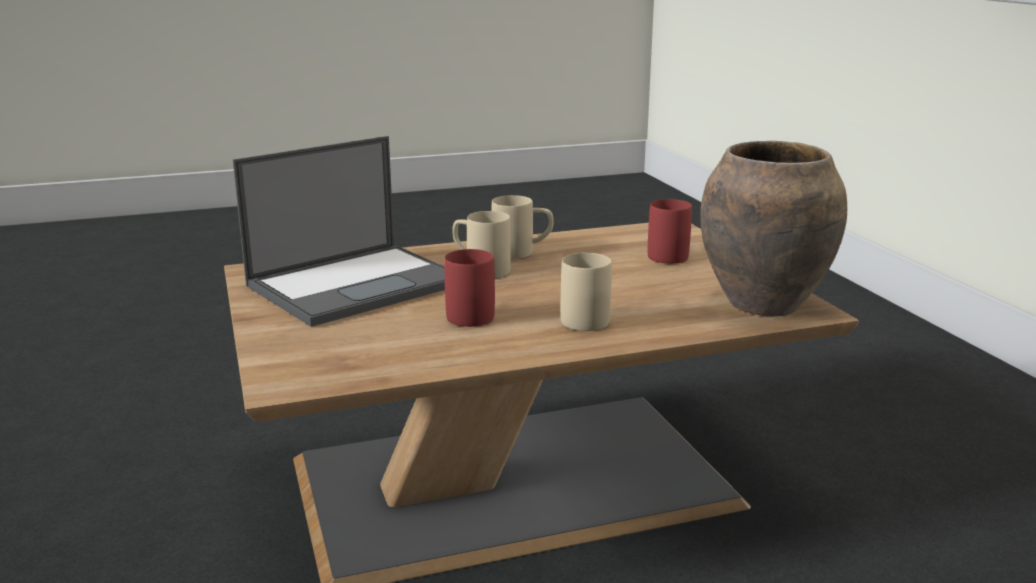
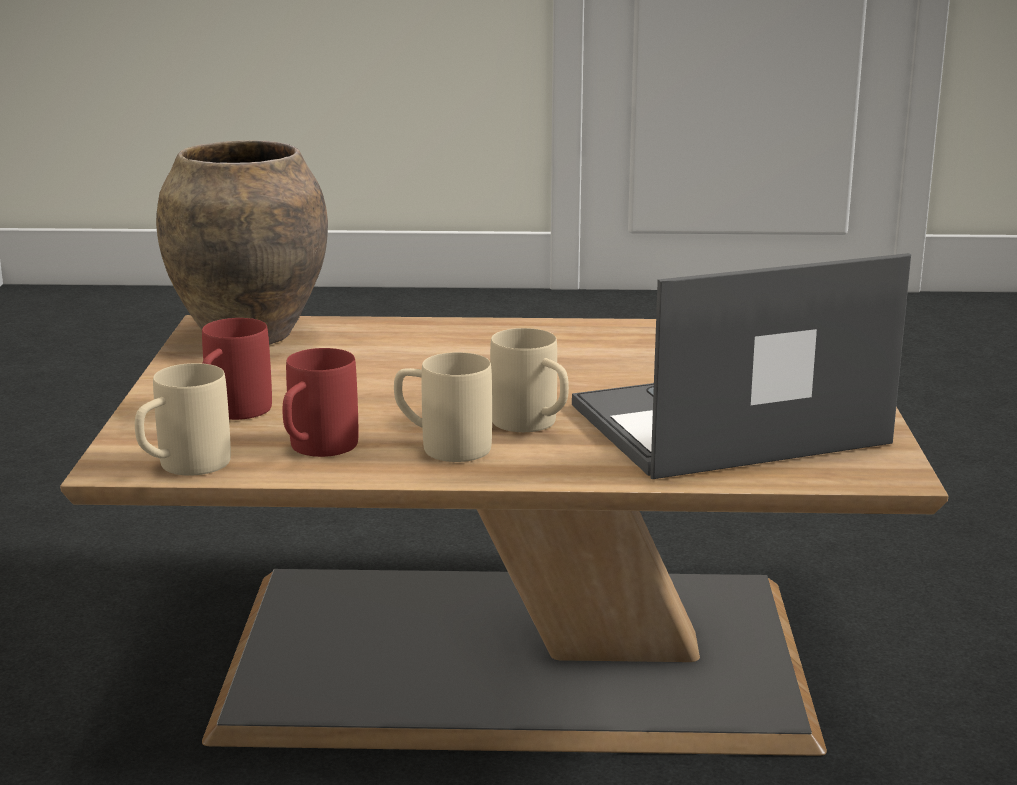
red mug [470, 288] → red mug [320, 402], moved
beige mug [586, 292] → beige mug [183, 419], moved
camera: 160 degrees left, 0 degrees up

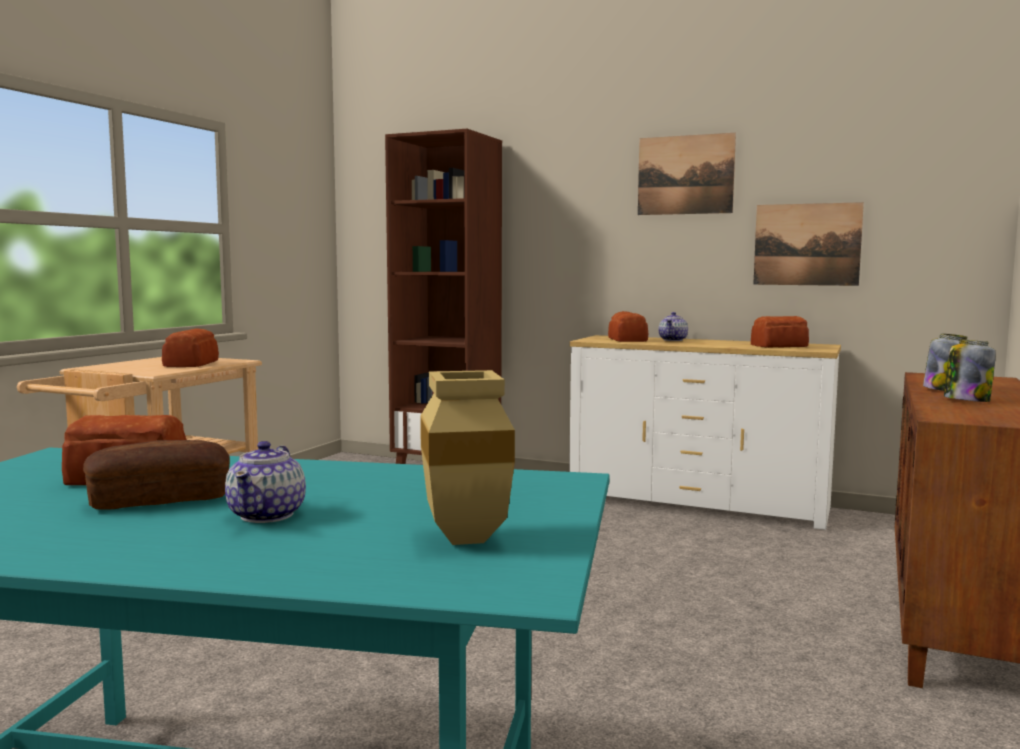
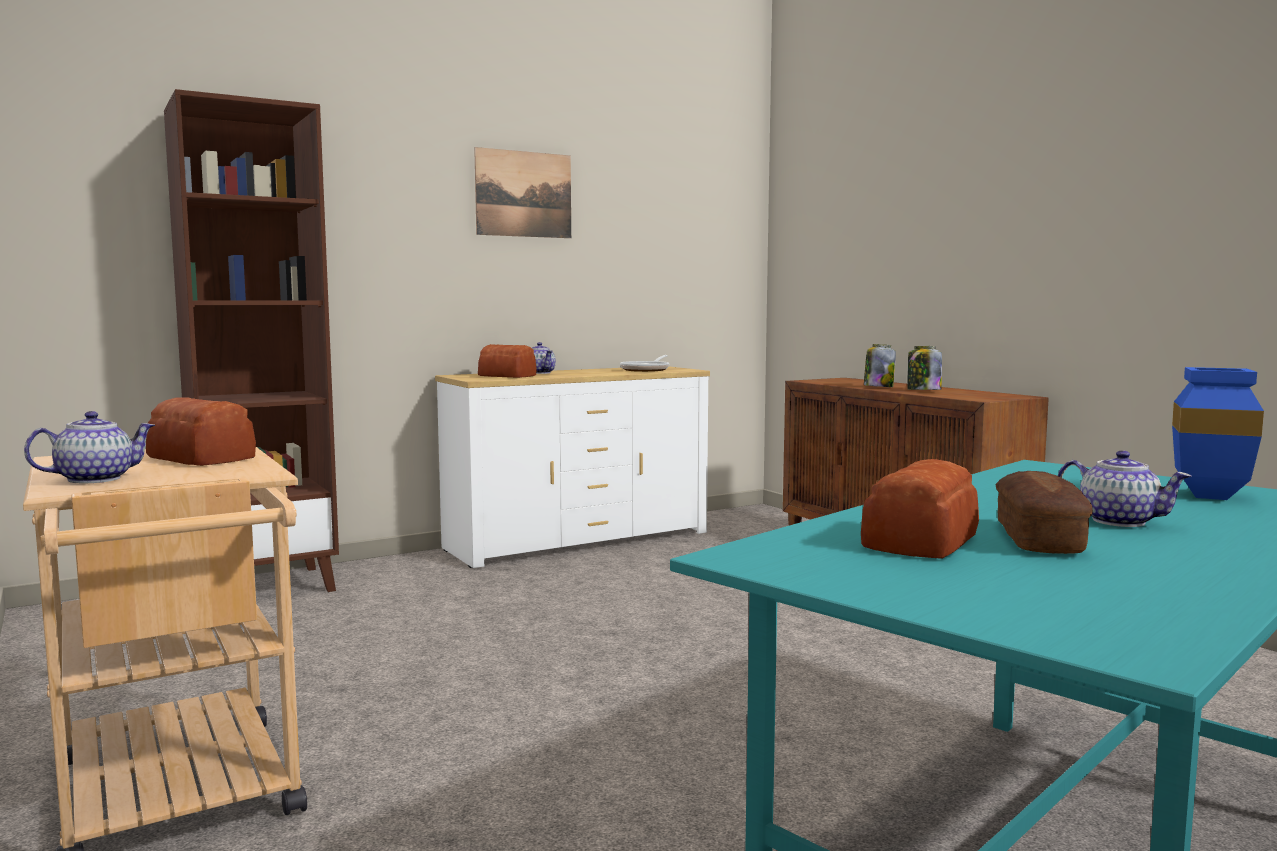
picture [808, 244] → -
bread [780, 332] → frying pan [644, 363]
beige vase [467, 457] → blue vase [1218, 433]
- → teapot [89, 447]
camera: 55 degrees left, 0 degrees up

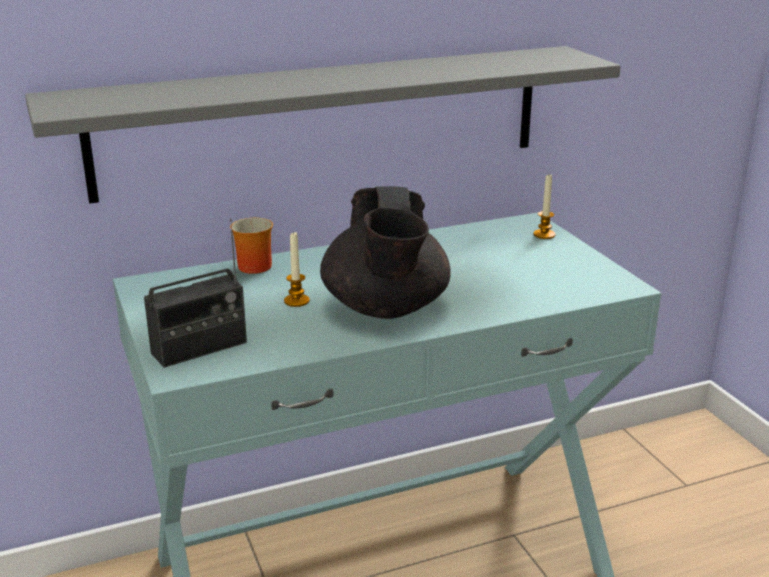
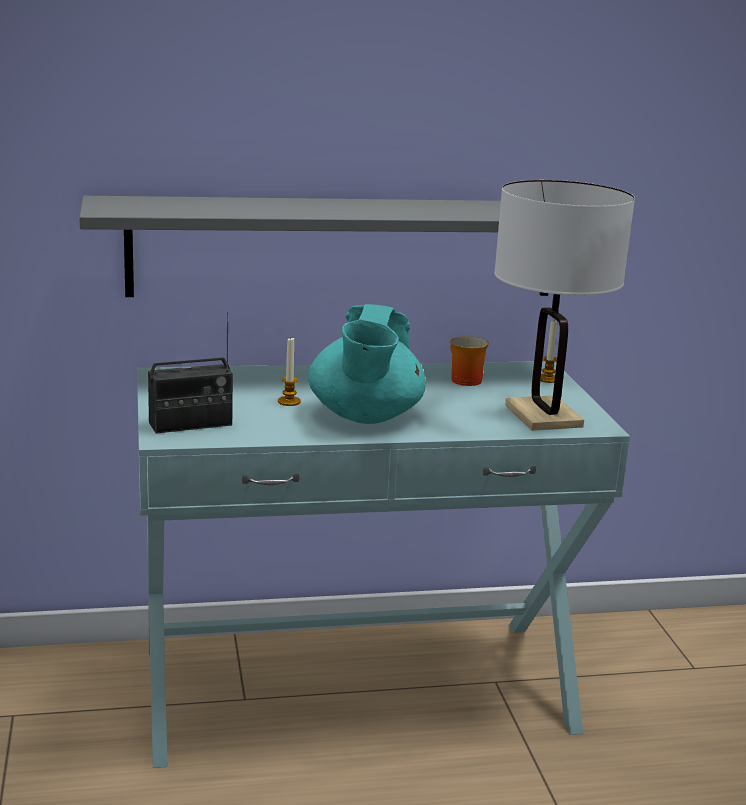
black teapot [385, 252] → turquoise teapot [367, 364]
mug [251, 246] → mug [469, 361], moved
- → white table lamp [564, 305]
camera: 10 degrees right, 5 degrees down

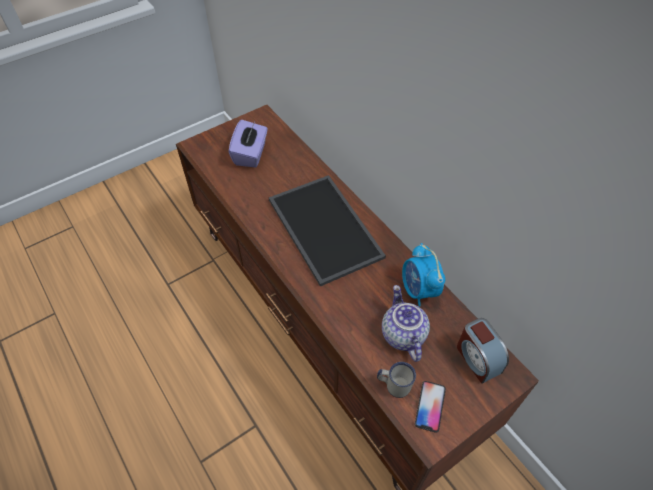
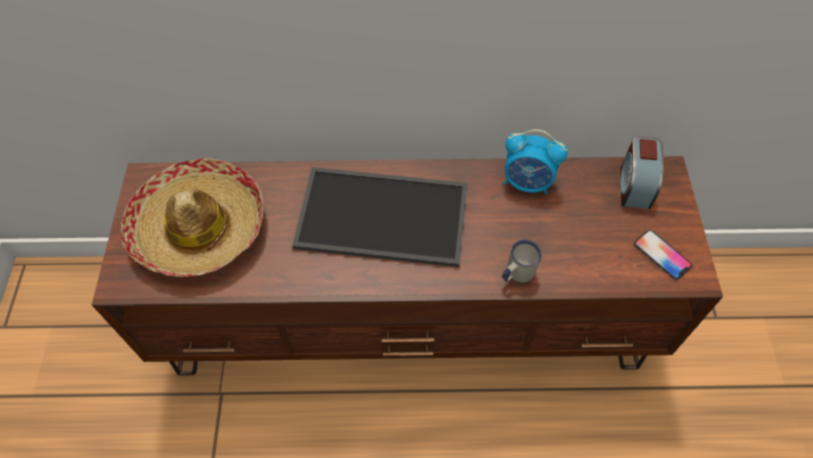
purple tissue box [248, 144] → hat [191, 217]
teapot [406, 323] → -
alarm clock [483, 351] → alarm clock [642, 172], 90 degrees clockwise
white mug [396, 380] → white mug [522, 261], moved
camera: 55 degrees left, 5 degrees up

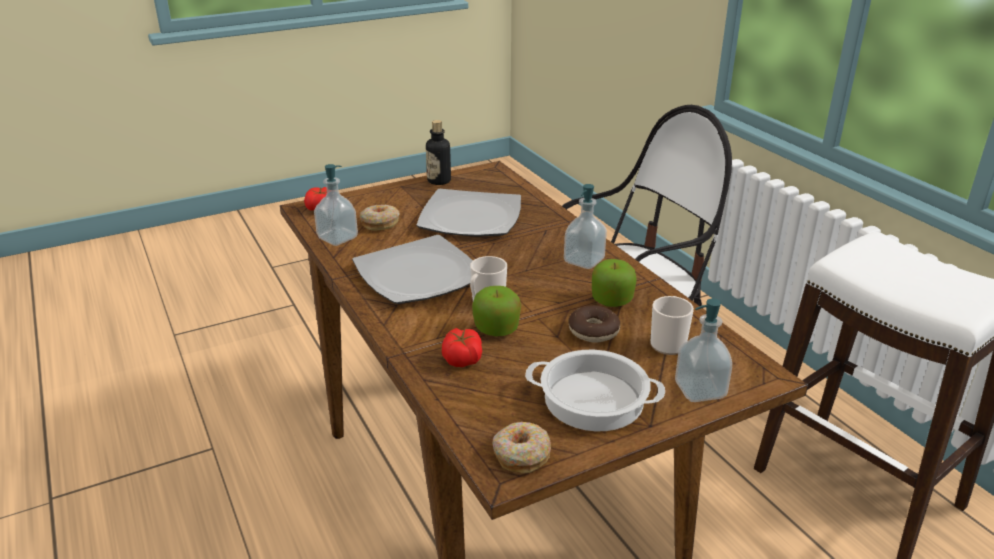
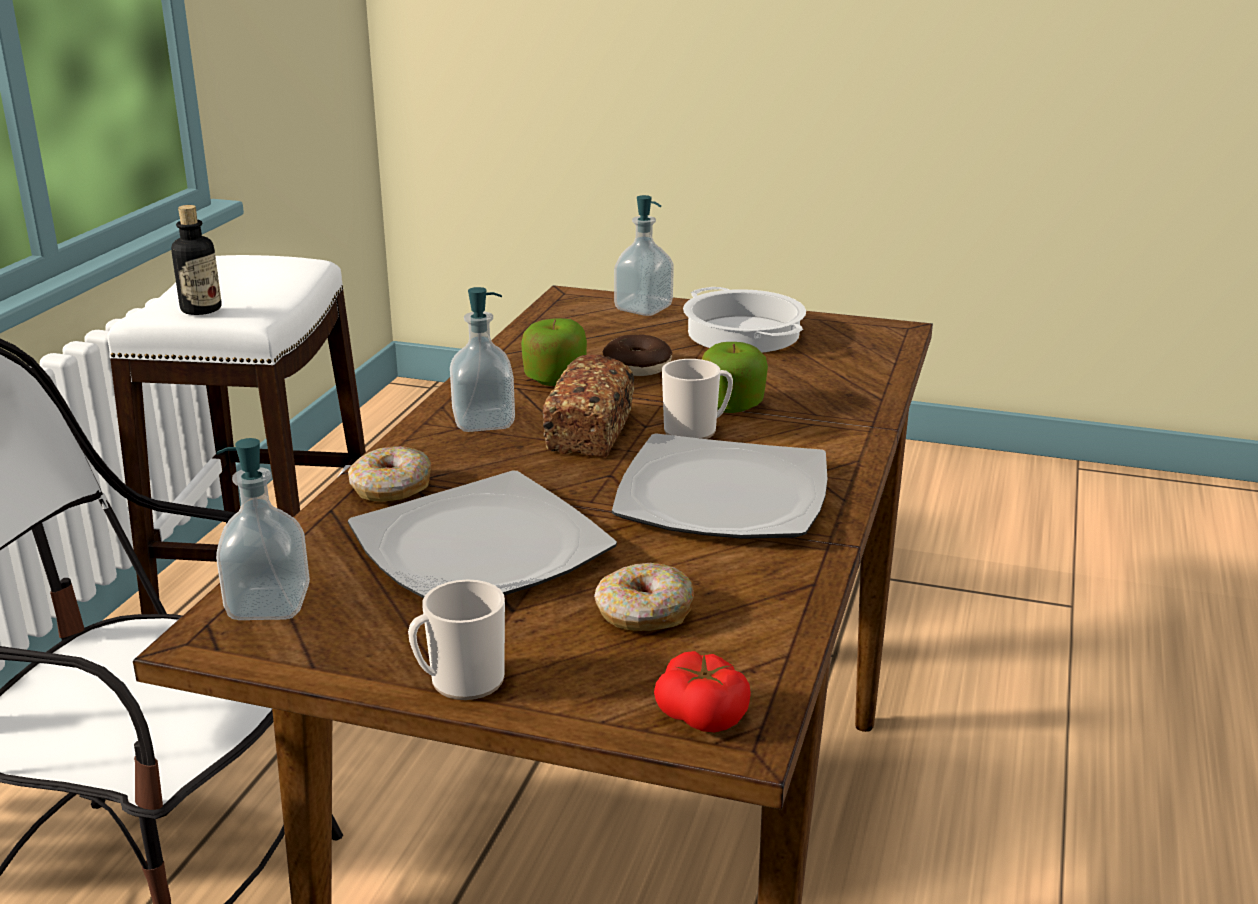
bottle [438, 152] → bottle [196, 260], moved
soap dispenser [336, 205] → soap dispenser [263, 529], moved
mug [672, 325] → mug [456, 639], moved
tomato [462, 347] → -
donut [522, 447] → donut [389, 474], moved
- → bread [588, 406]
camera: 135 degrees left, 5 degrees down

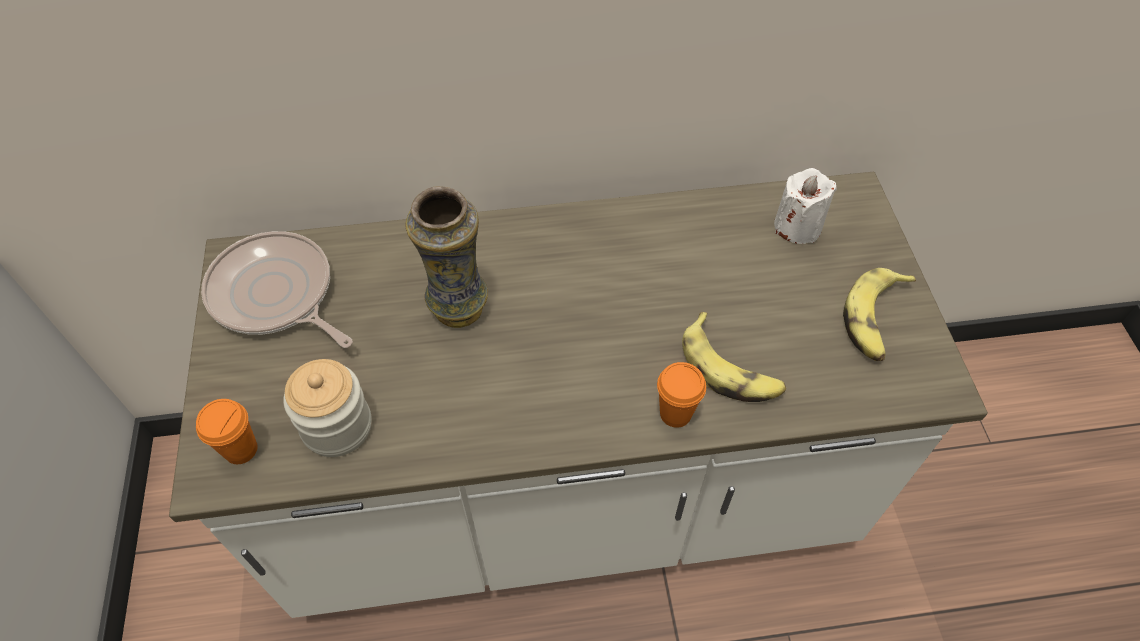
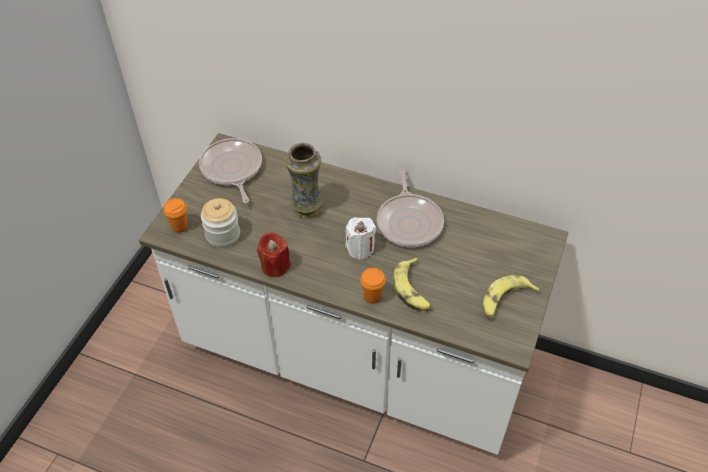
white candle [805, 206] → white candle [360, 238], moved
- → frying pan [410, 208]
- → red candle [274, 254]
camera: 30 degrees right, 5 degrees down

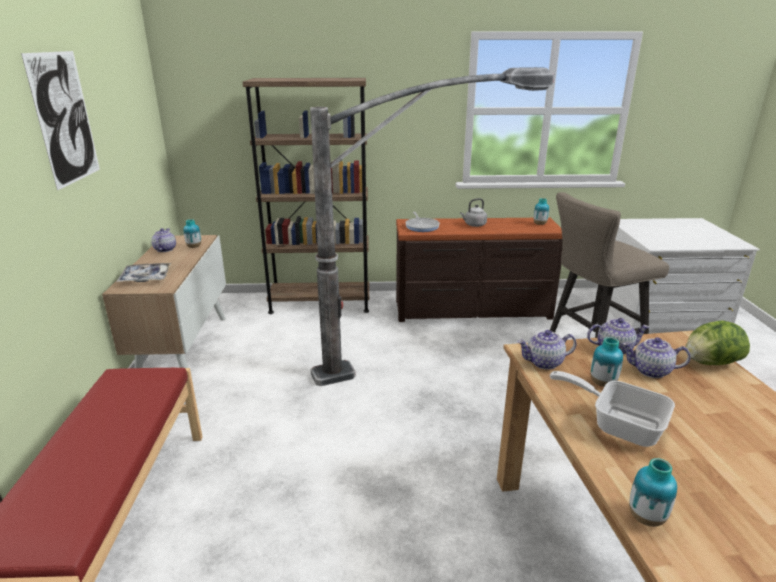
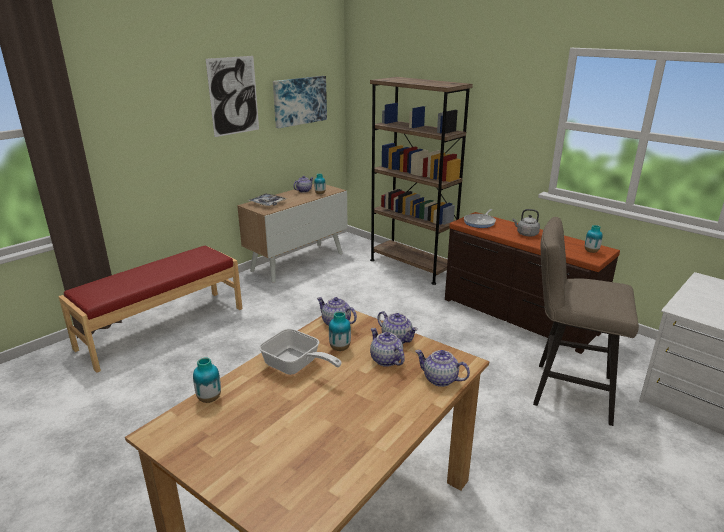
floor lamp [432, 226] → -
lettuce [718, 342] → teapot [442, 368]
frying pan [612, 409] → frying pan [300, 352], 135 degrees clockwise
- → picture [300, 102]
camera: 45 degrees right, 0 degrees up

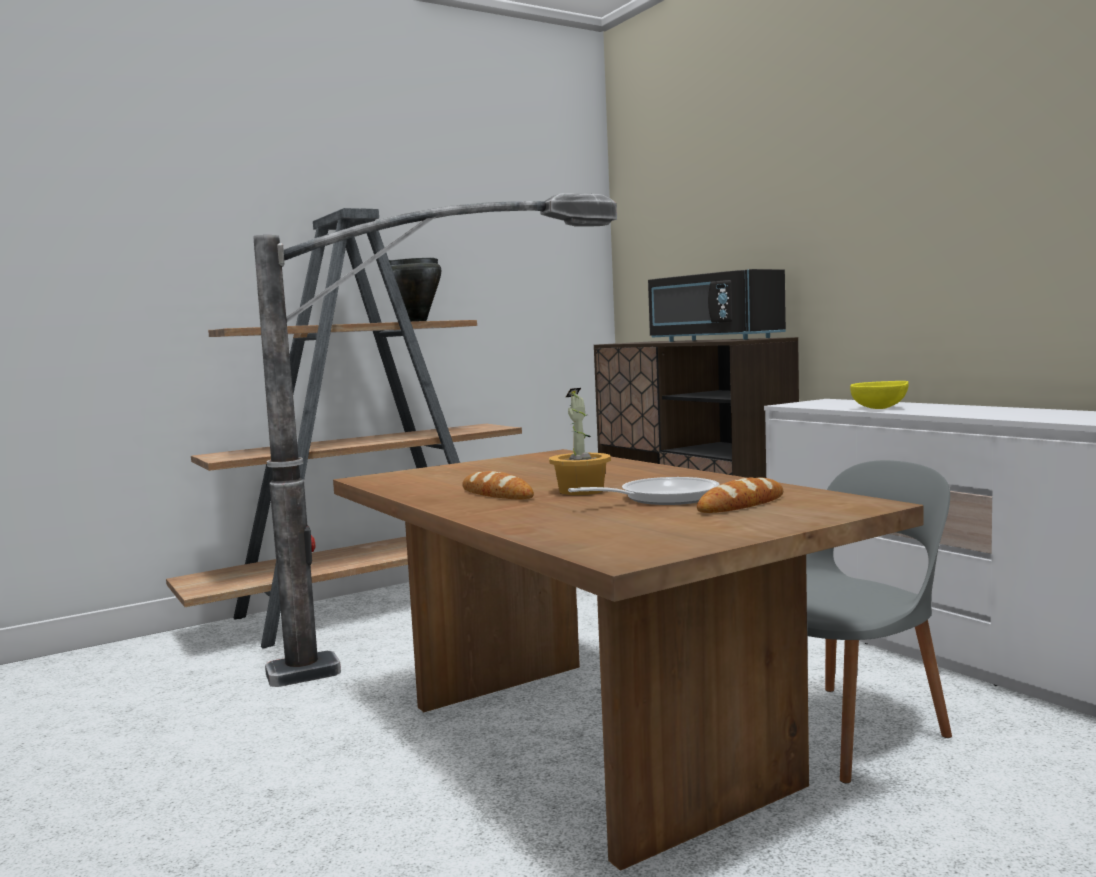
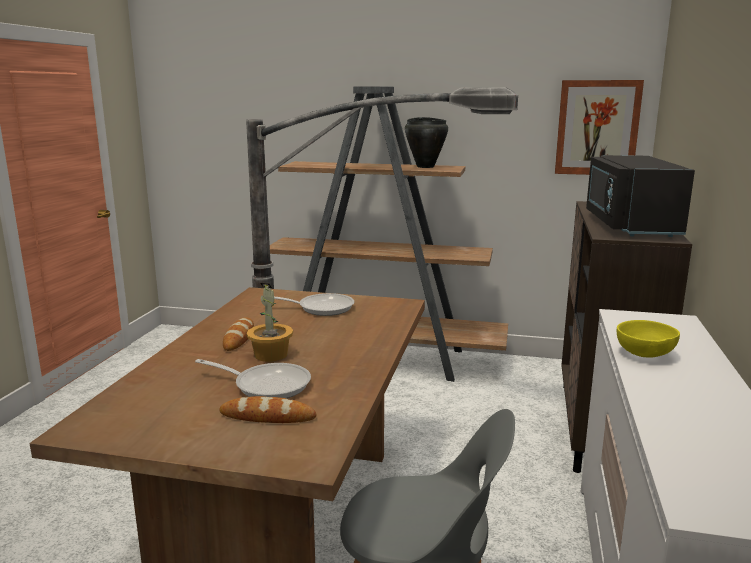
- → picture [599, 127]
- → frying pan [314, 304]
camera: 45 degrees right, 10 degrees up

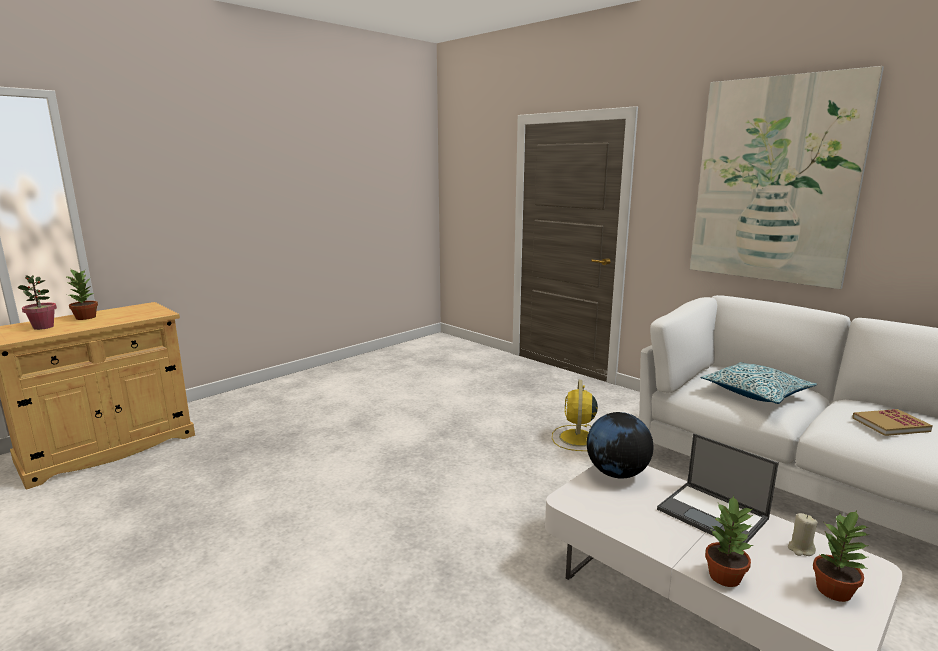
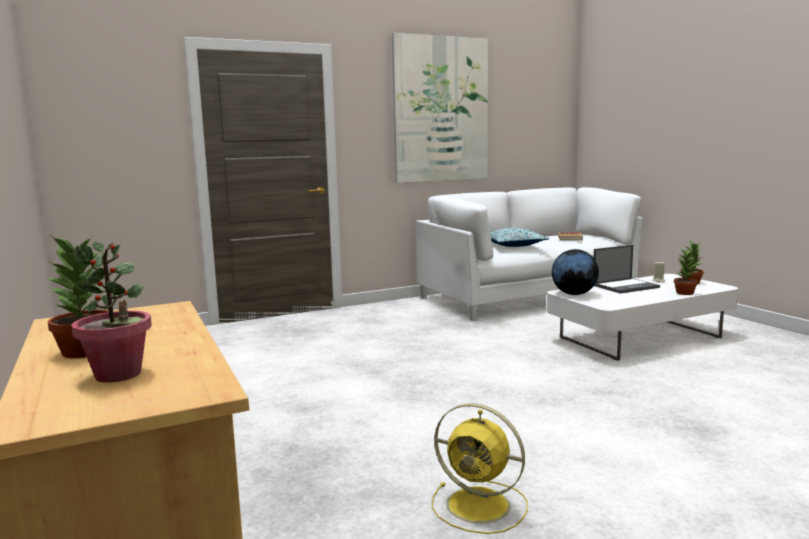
yellow fan [575, 415] → yellow fan [480, 468], moved
camera: 70 degrees left, 5 degrees down

